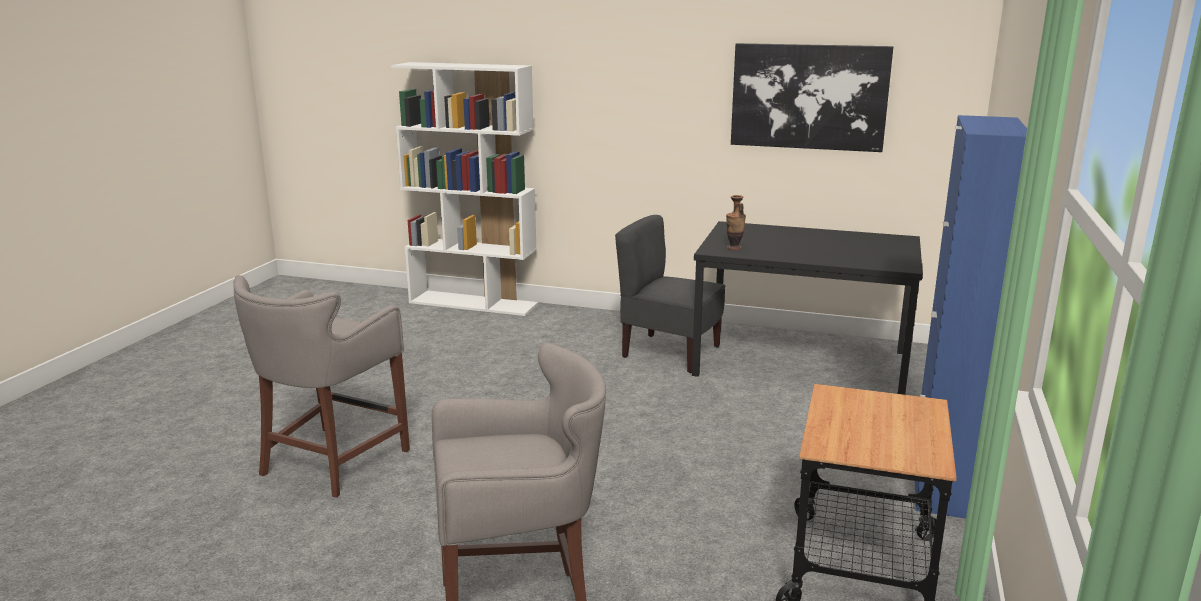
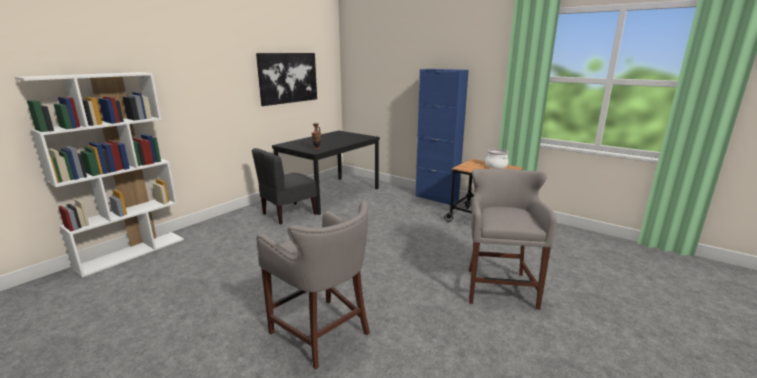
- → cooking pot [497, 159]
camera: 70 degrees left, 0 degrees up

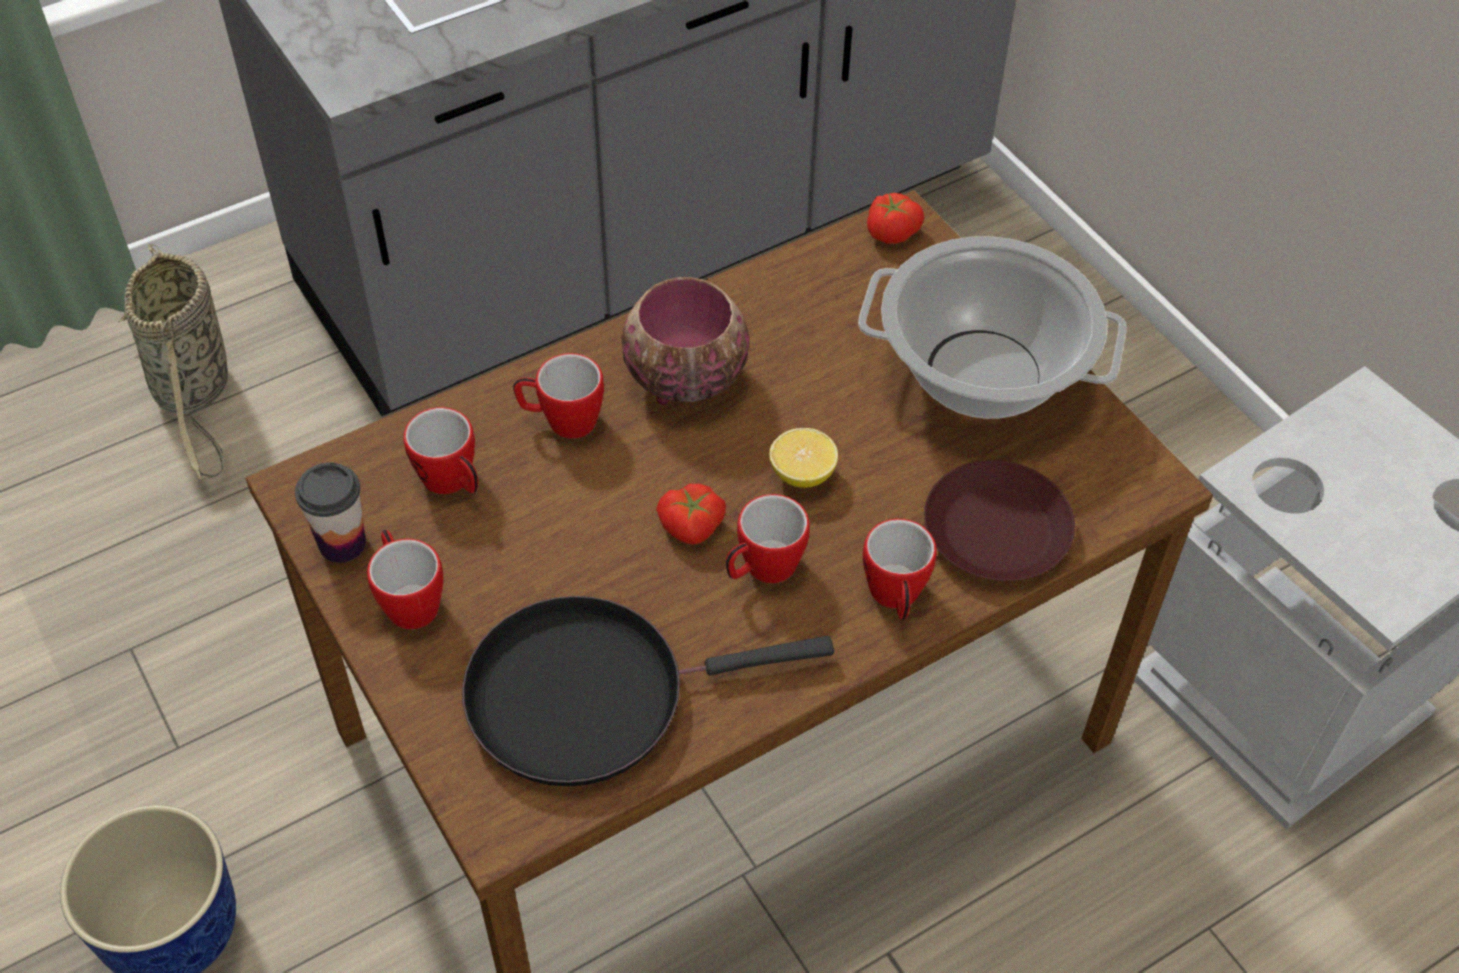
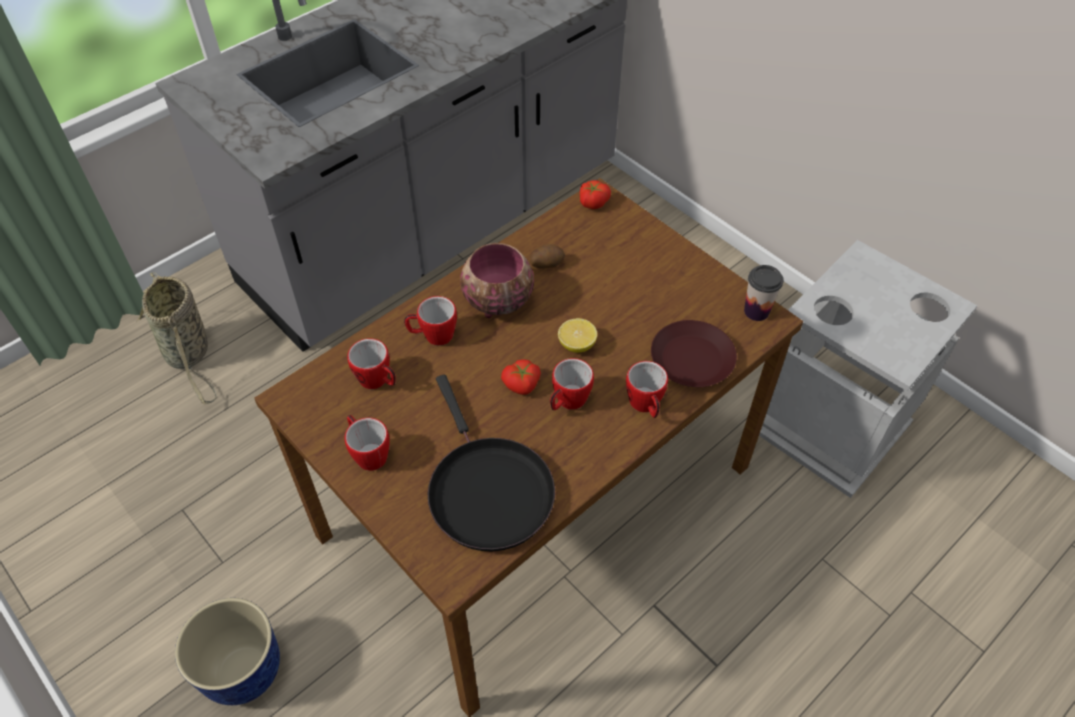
cooking pot [992, 327] → -
cup [330, 513] → cup [763, 293], moved
black frying pan [648, 691] → black frying pan [491, 463], 90 degrees counterclockwise
- → potato [547, 256]
camera: 10 degrees left, 0 degrees up

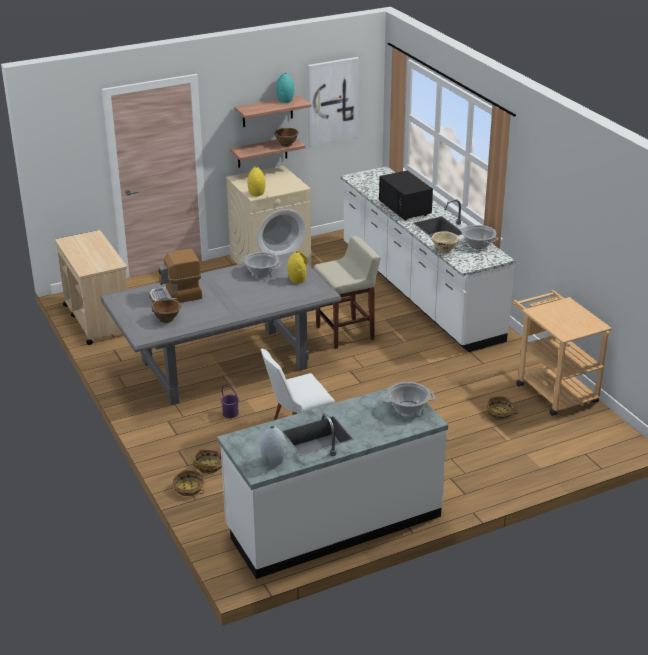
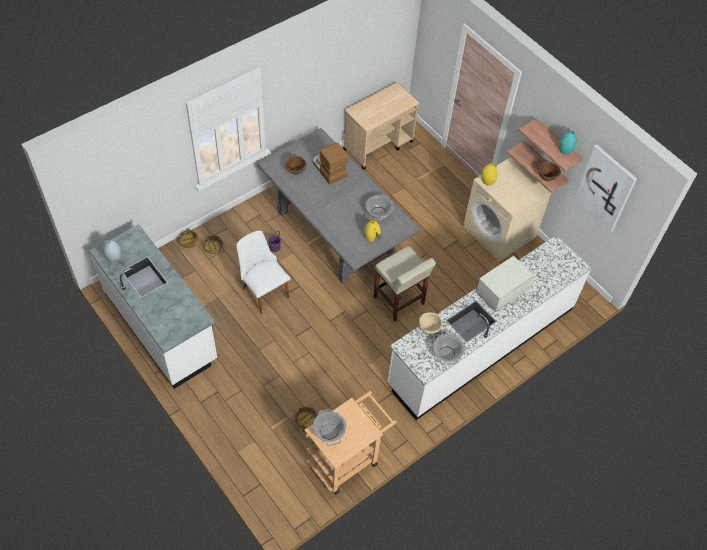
black microwave [406, 195] → white microwave [505, 284]
cooking pot [409, 398] → cooking pot [329, 427], moved
camera: 75 degrees right, 25 degrees up

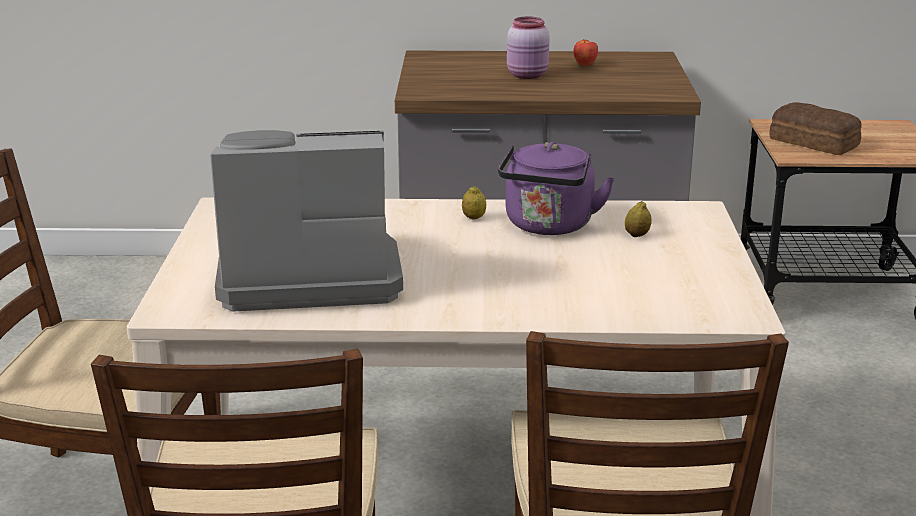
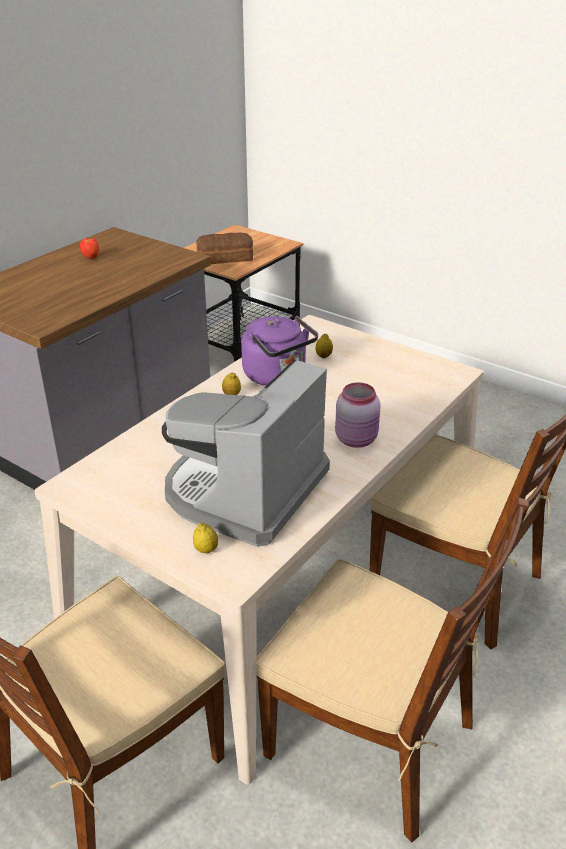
pink jar [528, 48] → pink jar [358, 415], moved
- → lemon [205, 537]
camera: 55 degrees left, 10 degrees up

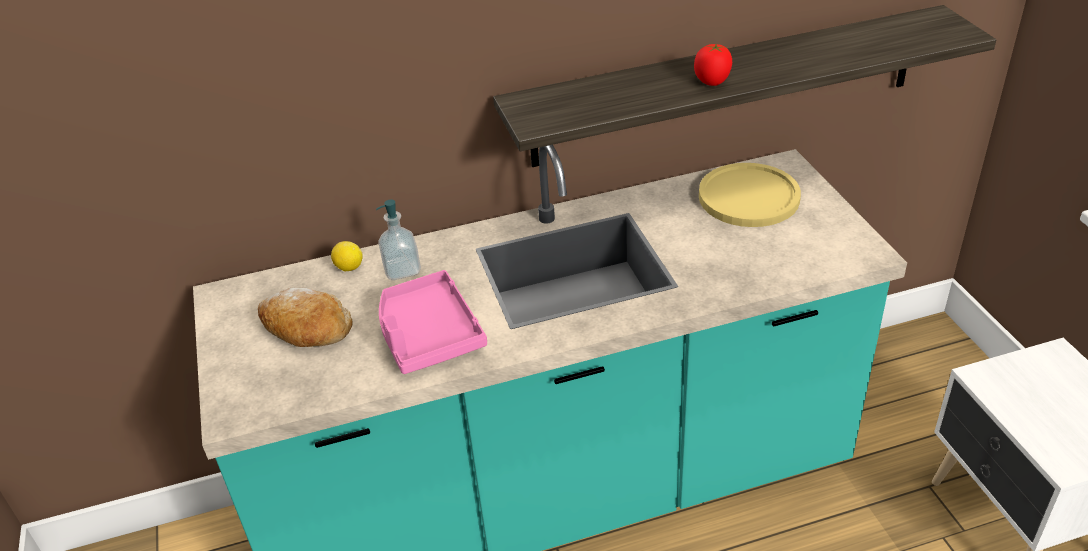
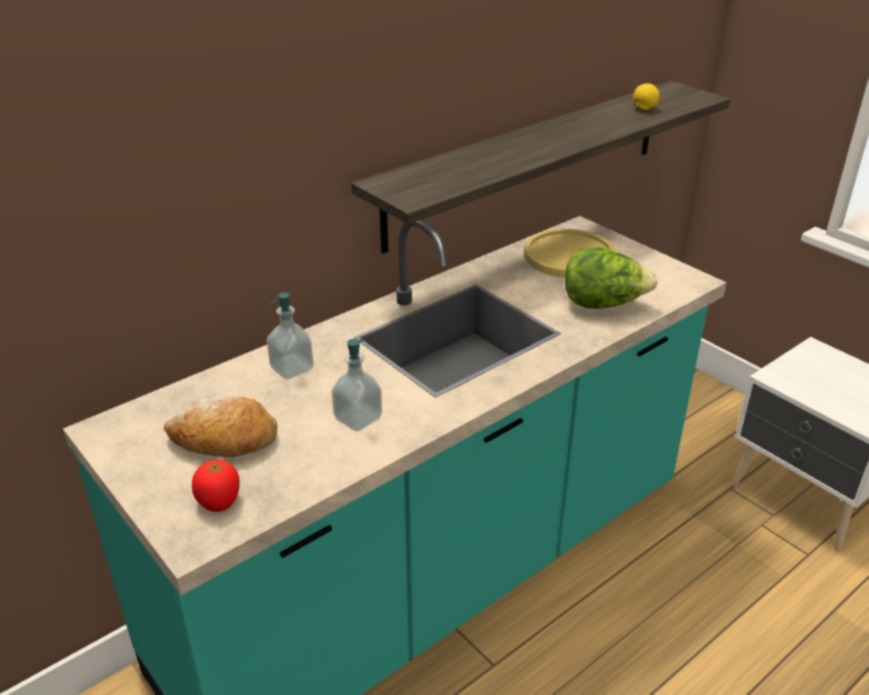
tomato [713, 65] → tomato [216, 486], moved
lemon [347, 256] → lemon [646, 96], moved
pink tray [433, 322] → soap dispenser [357, 385]
- → lettuce [611, 278]
camera: 25 degrees left, 5 degrees down

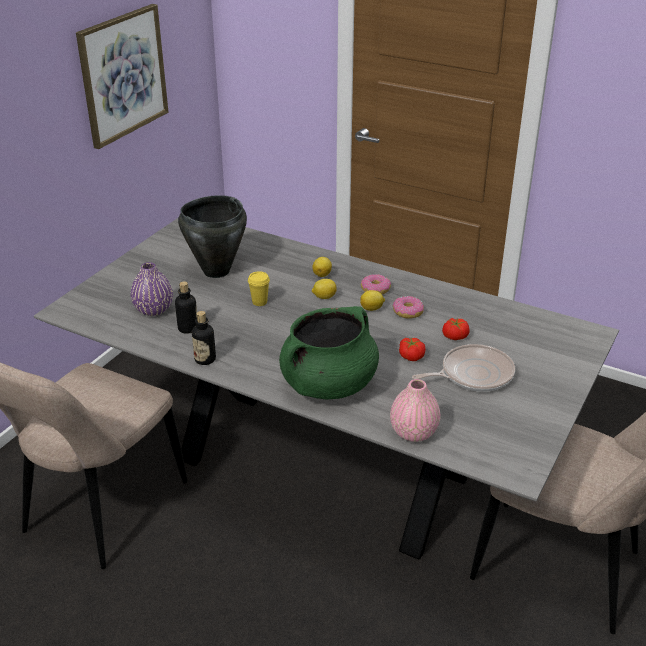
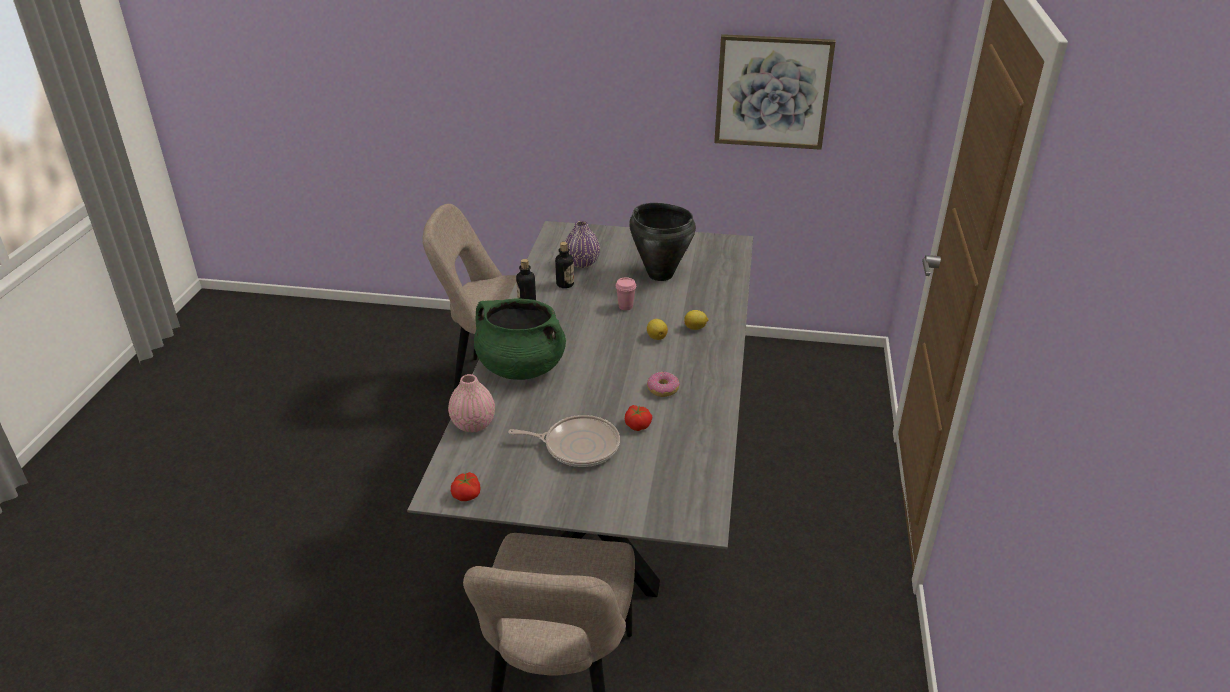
yellow cup [259, 288] → pink cup [626, 293]
donut [376, 284] → -
lemon [372, 300] → -
tomato [412, 349] → tomato [465, 486], moved
frying pan [463, 368] → frying pan [564, 441], 45 degrees counterclockwise
camera: 70 degrees right, 0 degrees up

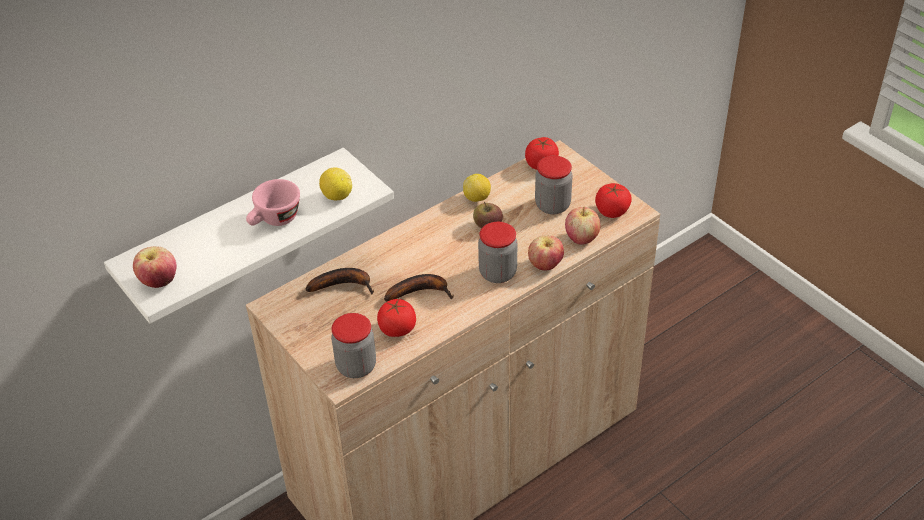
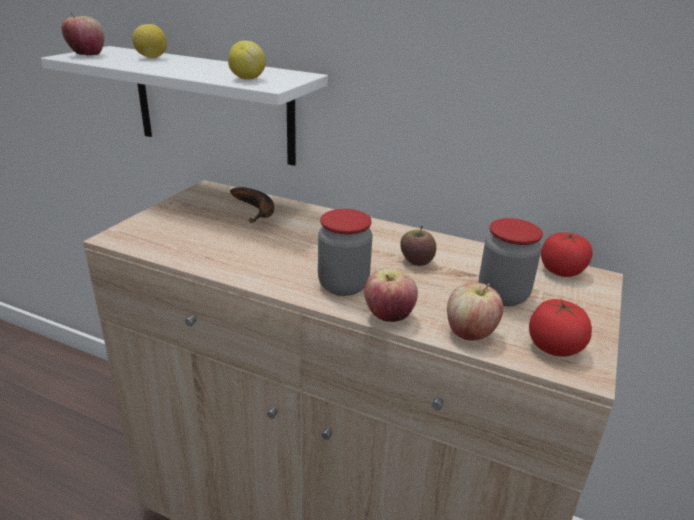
lemon [477, 188] → lemon [149, 41], moved
pink cup [273, 202] → -
banana [419, 287] → -
tomato [396, 318] → -
jar [353, 345] → -
camera: 60 degrees right, 15 degrees down

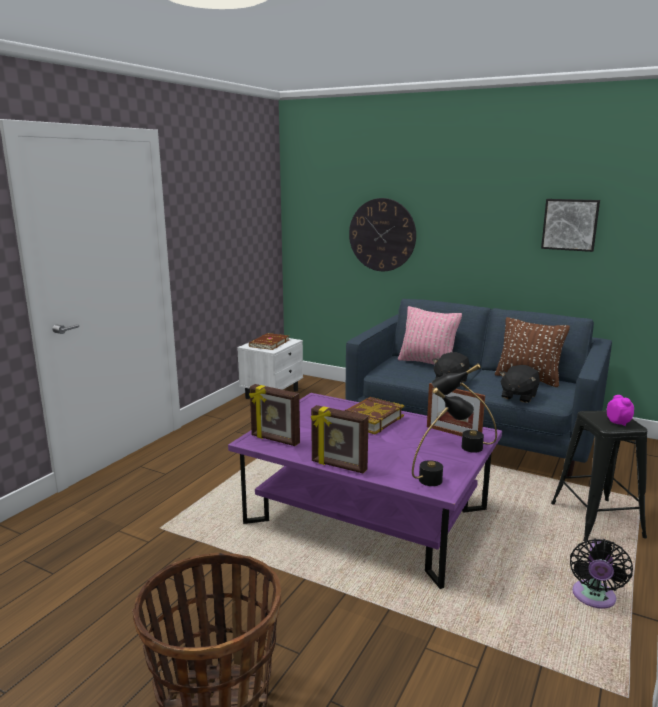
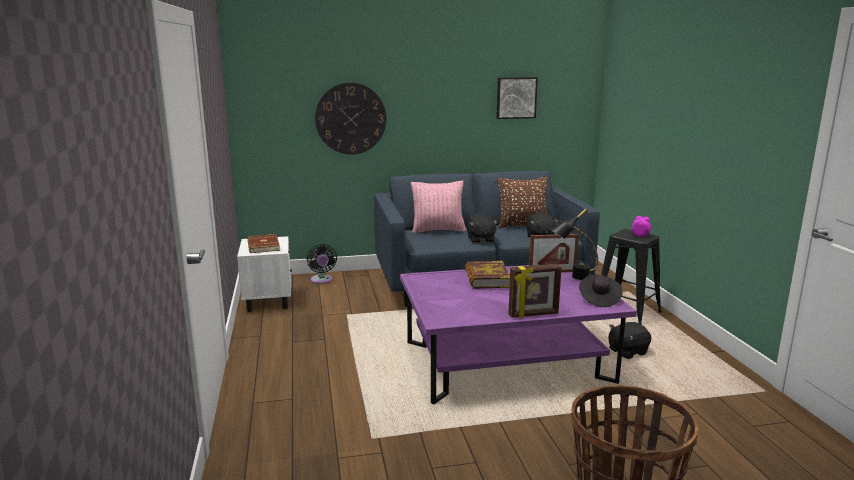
picture frame [274, 415] → -
black table lamp [443, 437] → black hat [600, 291]
black fan [601, 573] → black fan [322, 264], moved
- → black plush toy [629, 340]
camera: 40 degrees left, 0 degrees up

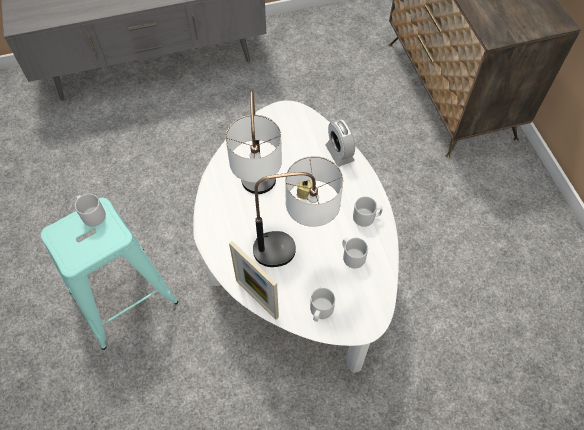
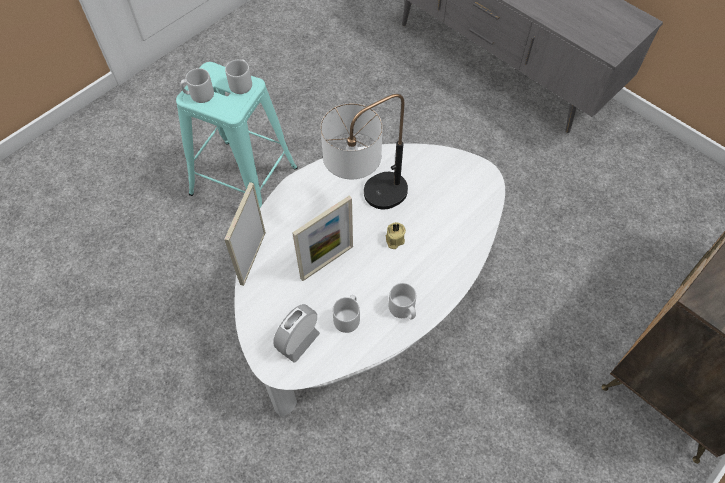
alarm clock [340, 143] → alarm clock [296, 333], moved
table lamp [298, 211] → picture frame [322, 238]
grey mug [322, 305] → grey mug [197, 85], moved
camera: 60 degrees right, 0 degrees up

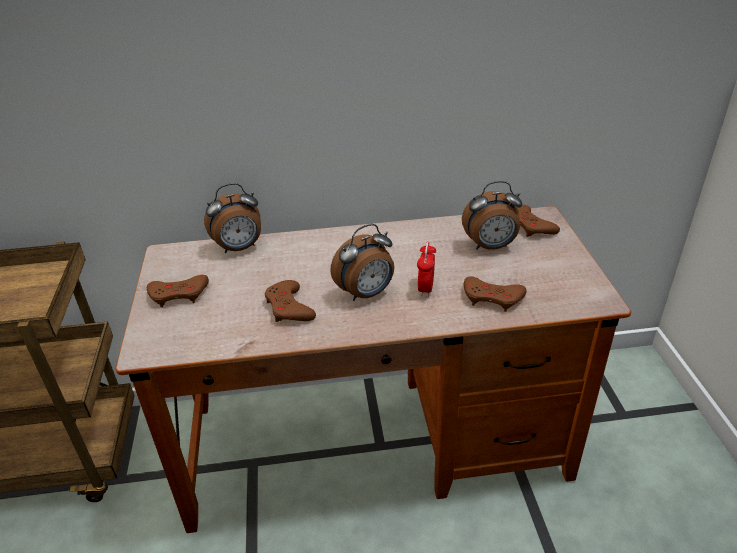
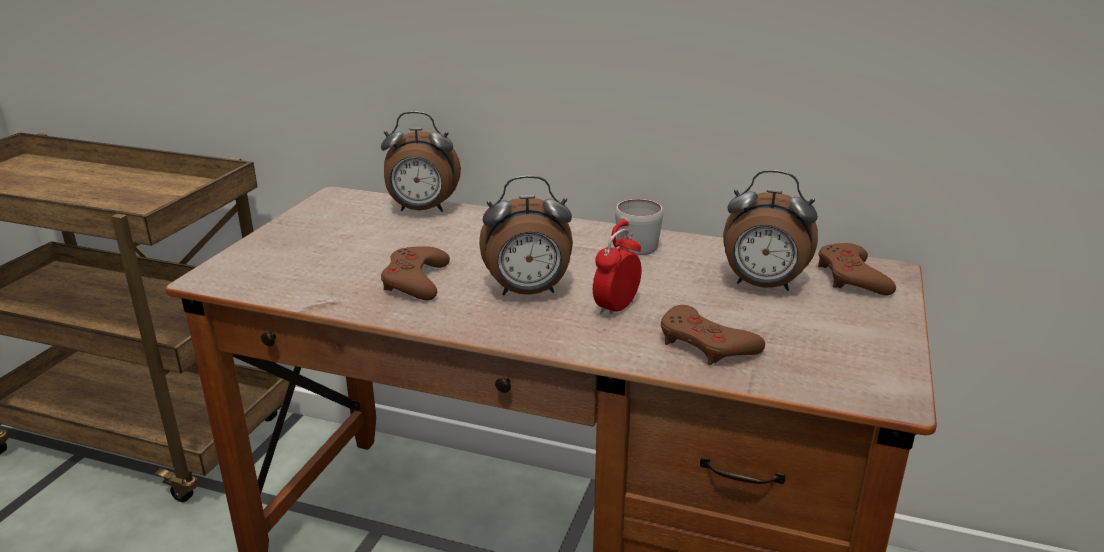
brown game controller [178, 291] → -
- → grey mug [637, 227]
camera: 25 degrees right, 10 degrees down

